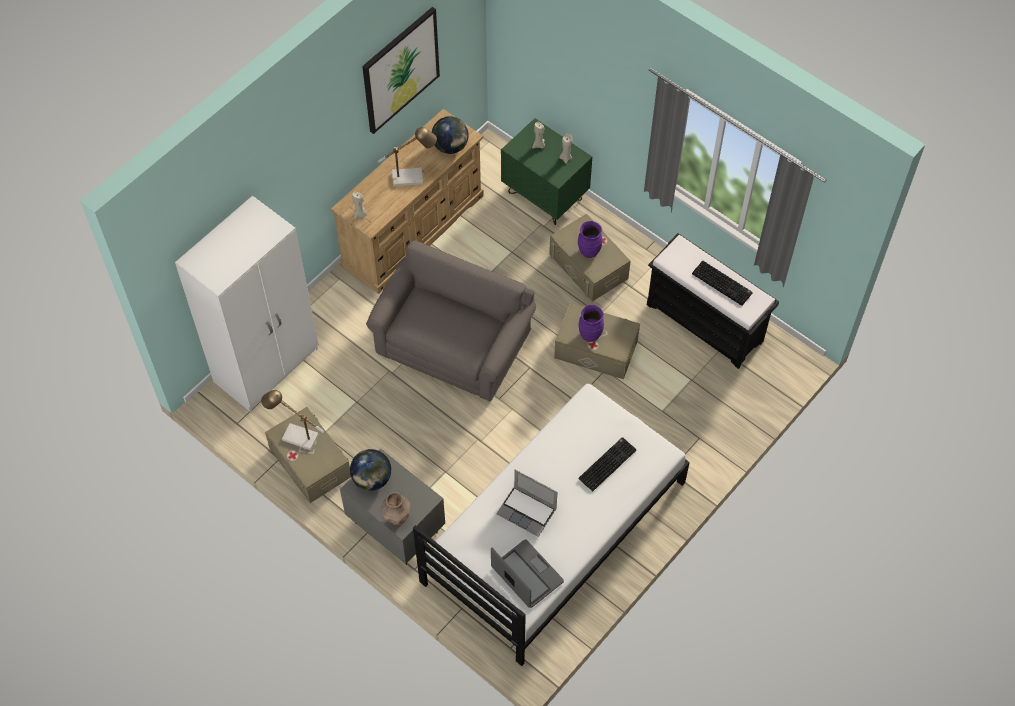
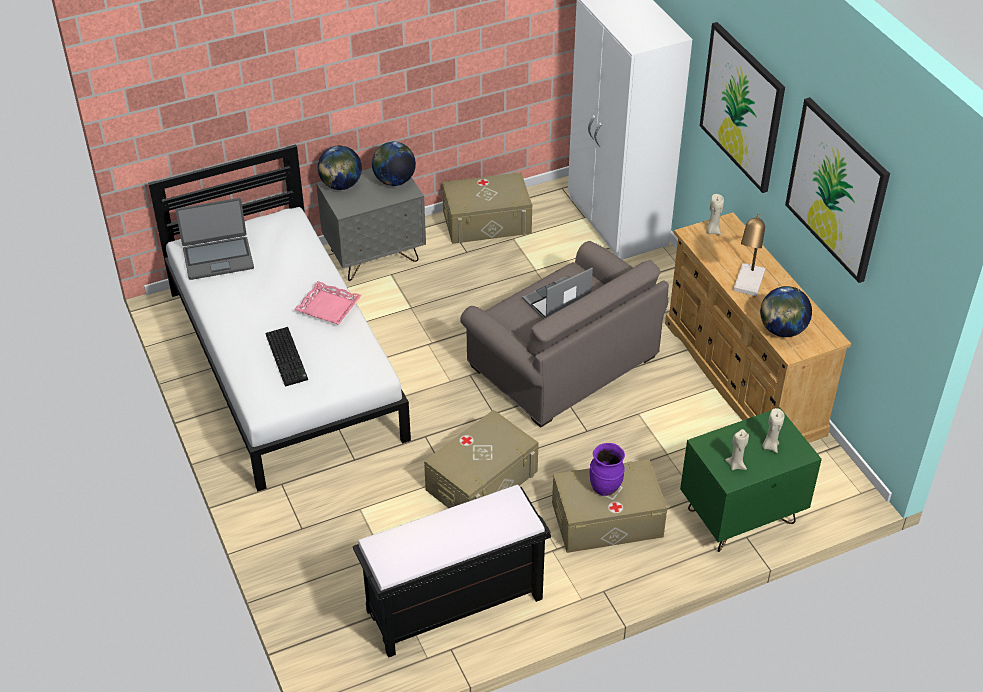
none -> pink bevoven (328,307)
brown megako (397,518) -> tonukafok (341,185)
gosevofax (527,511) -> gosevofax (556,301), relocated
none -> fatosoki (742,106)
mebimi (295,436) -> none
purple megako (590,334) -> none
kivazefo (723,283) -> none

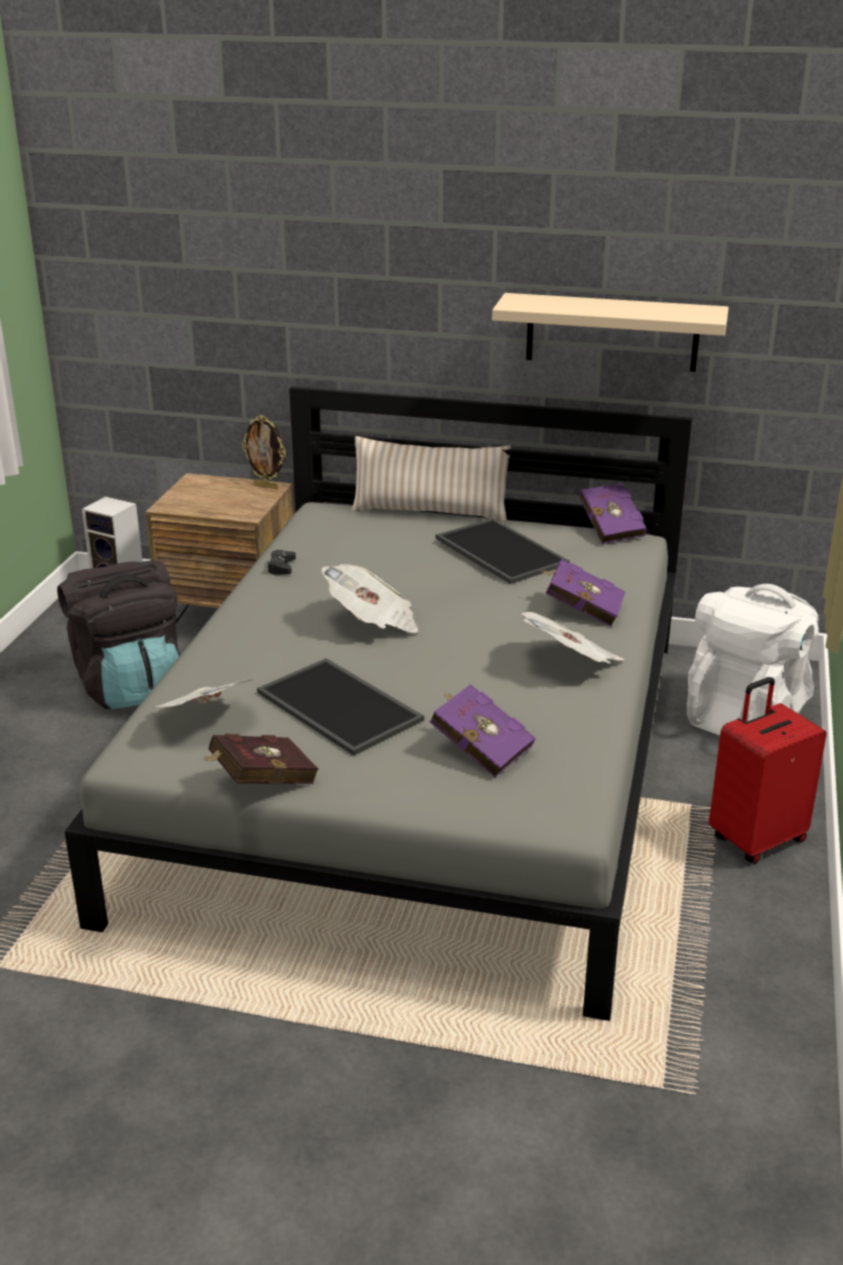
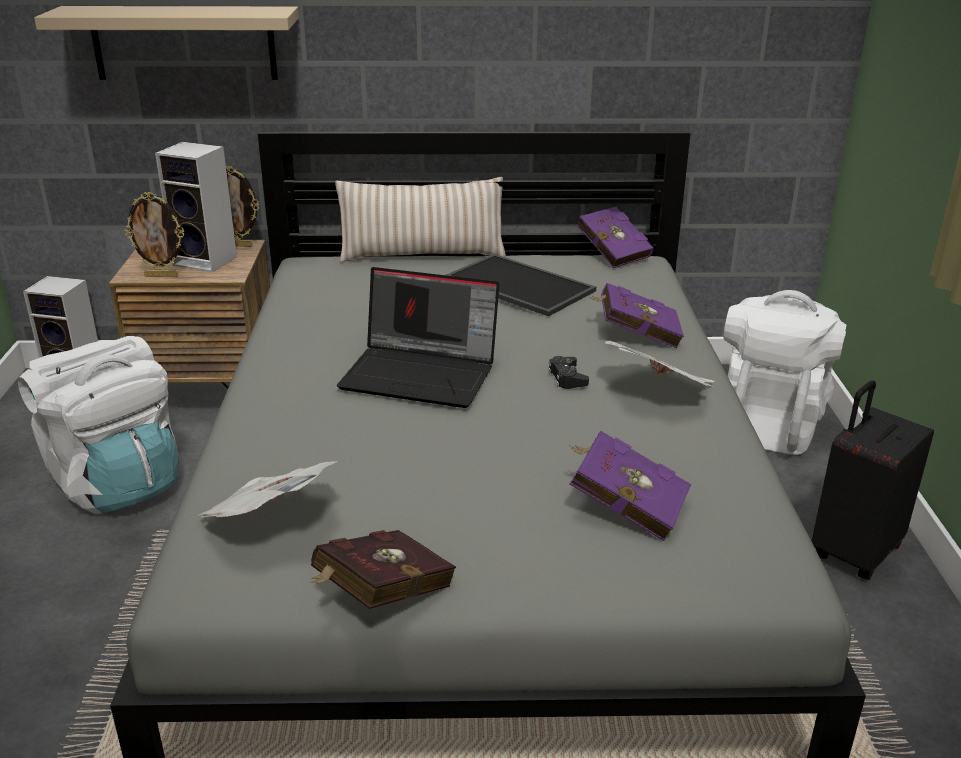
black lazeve (130,686) -> white lazeve (117,483)
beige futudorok (612,332) -> beige futudorok (184,43), relocated
none -> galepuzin (162,276)
none -> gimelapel (208,261)
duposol (373,622) -> gosevofax (422,374)
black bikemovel (281,567) -> black bikemovel (567,378), relocated
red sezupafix (755,838) -> black sezupafix (853,551)
bevoven (342,706) -> none

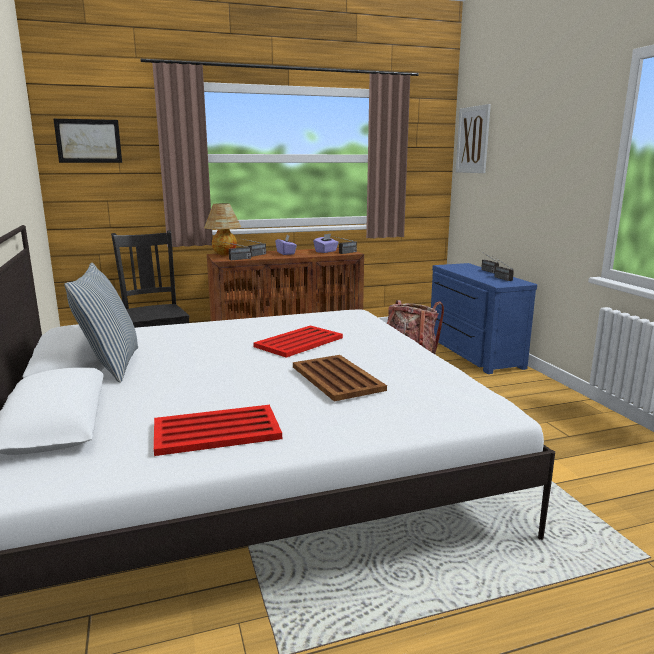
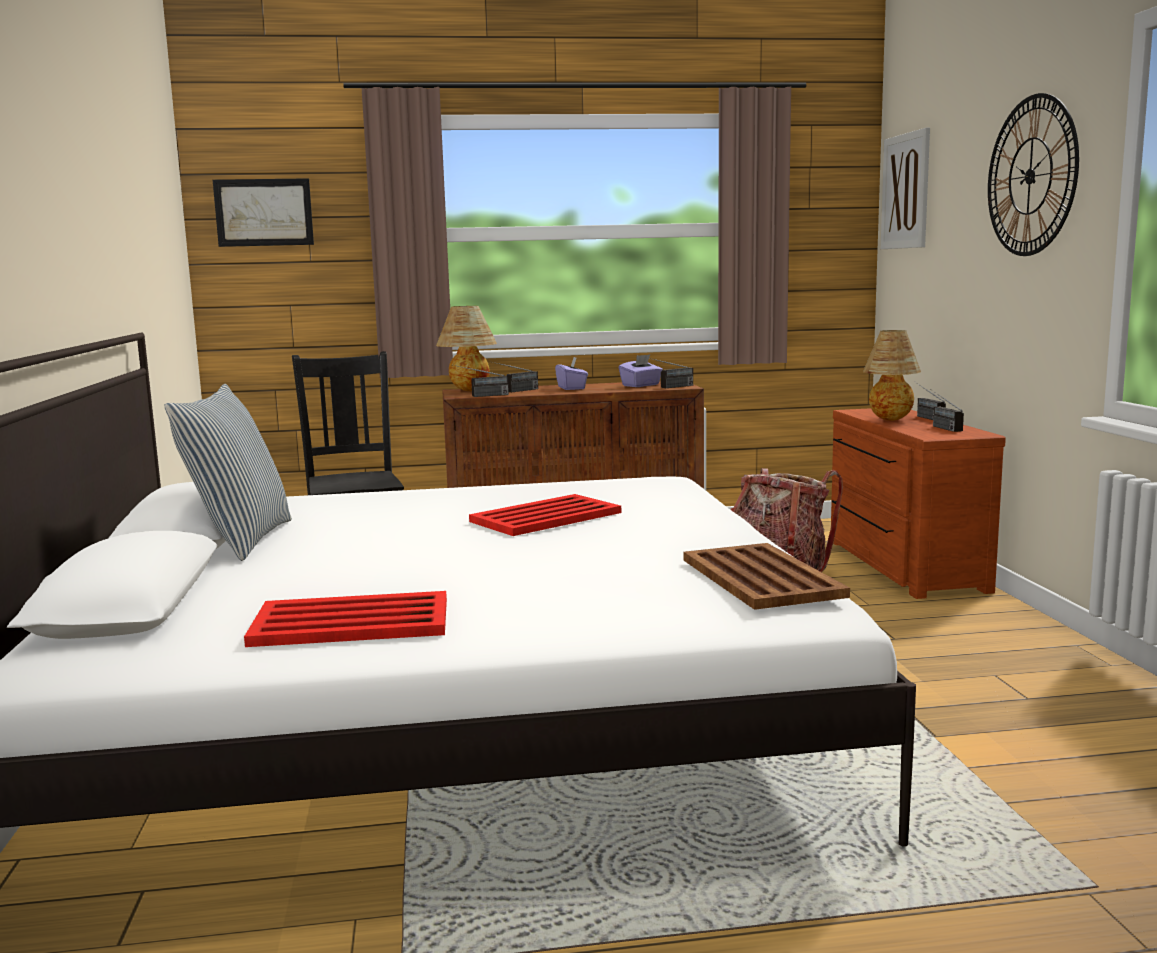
brown bevoven (337,378) -> brown bevoven (760,577), relocated
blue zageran (471,353) -> brown zageran (900,565)
none -> mebimi (890,420)
none -> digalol (1030,176)

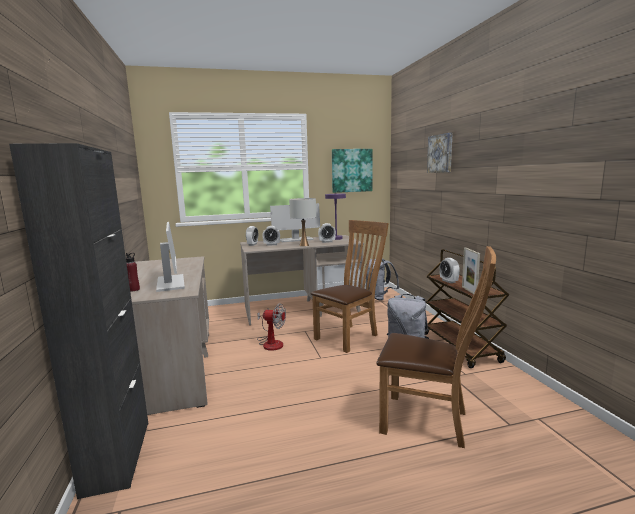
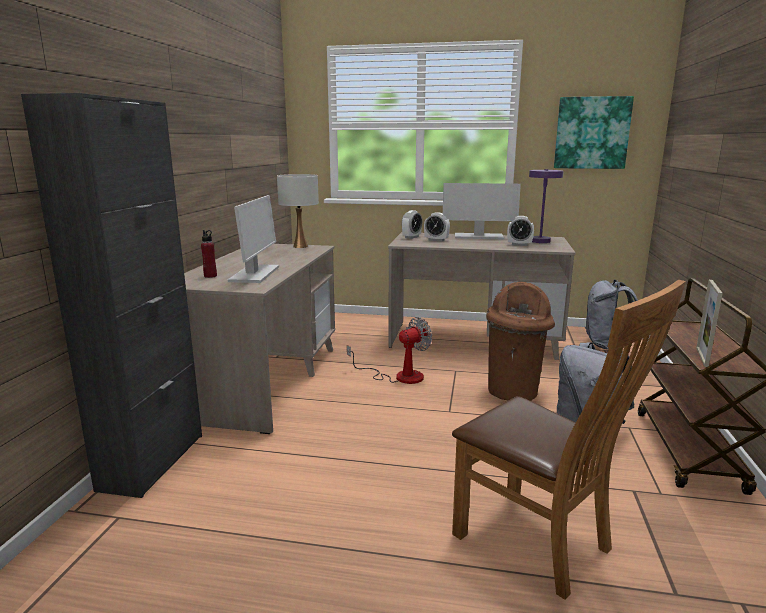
white mebimi (304,245) -> white mebimi (300,246), relocated
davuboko (271,343) -> davuboko (399,376), 75 degrees counterclockwise
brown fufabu (349,336) -> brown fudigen (513,392)
fatosoki (441,153) -> none
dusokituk (448,281) -> none

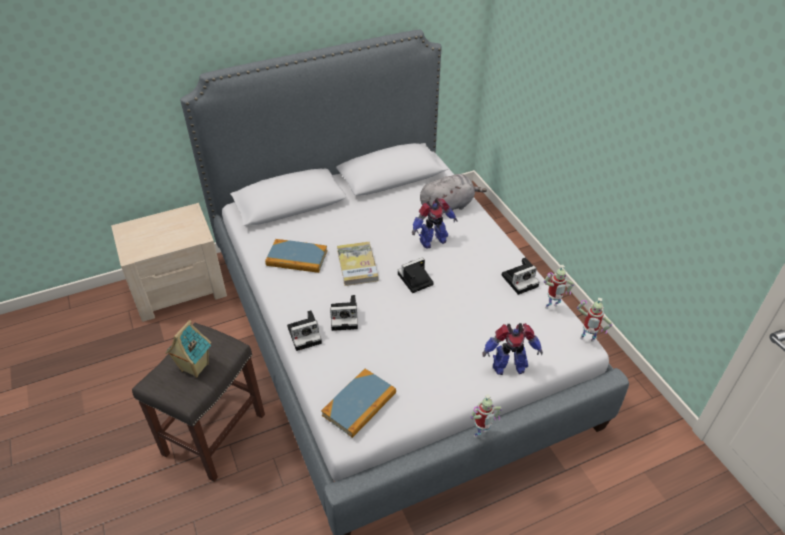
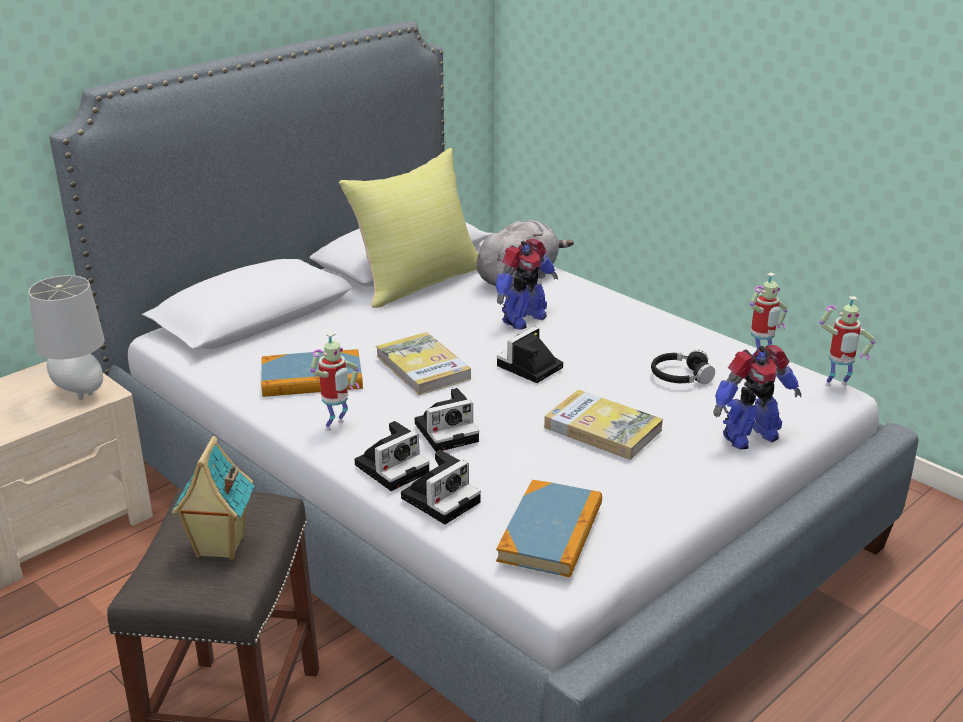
none -> grey mebimi (80,393)
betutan (481,435) -> betutan (336,427), relocated
none -> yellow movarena (418,281)
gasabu (520,280) -> gasabu (442,498), relocated
none -> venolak (602,429)
none -> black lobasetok (680,376)

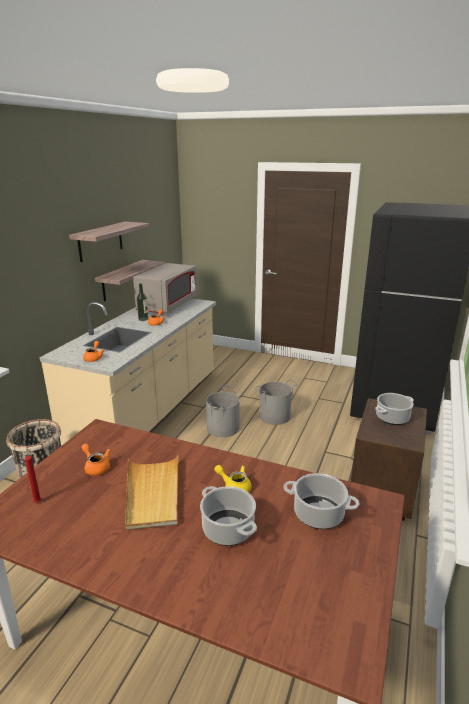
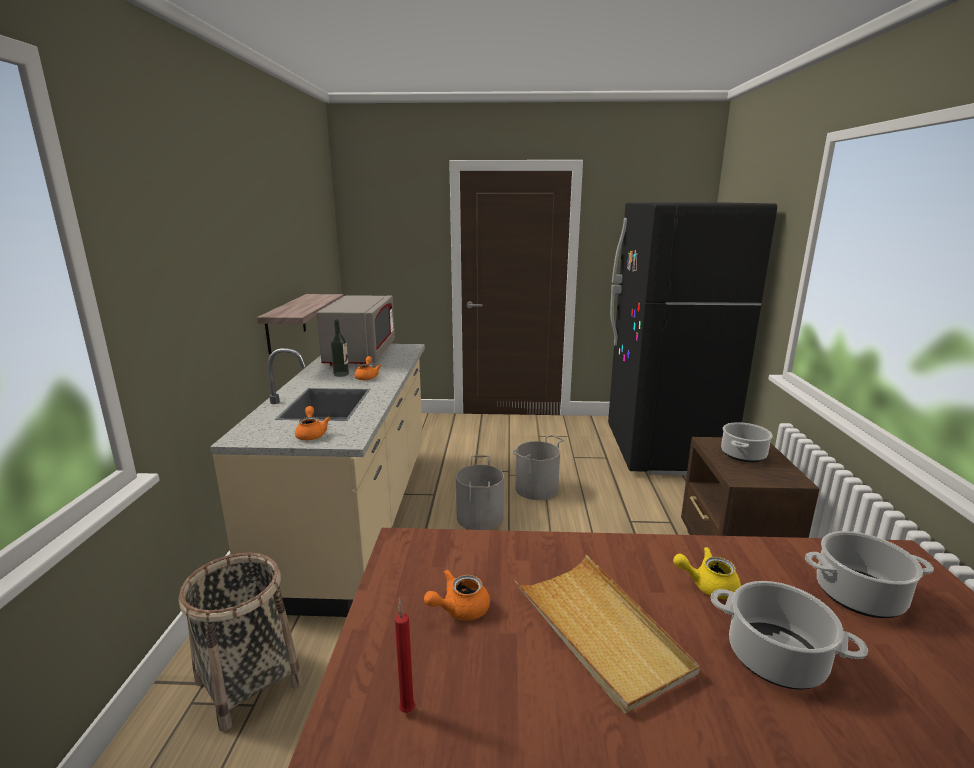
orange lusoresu (96,467) -> orange lusoresu (459,609), 60 degrees counterclockwise
futudorok (100,241) -> none

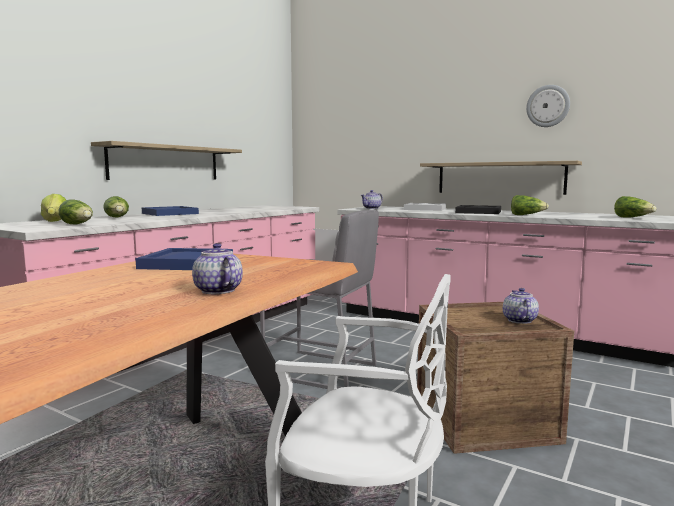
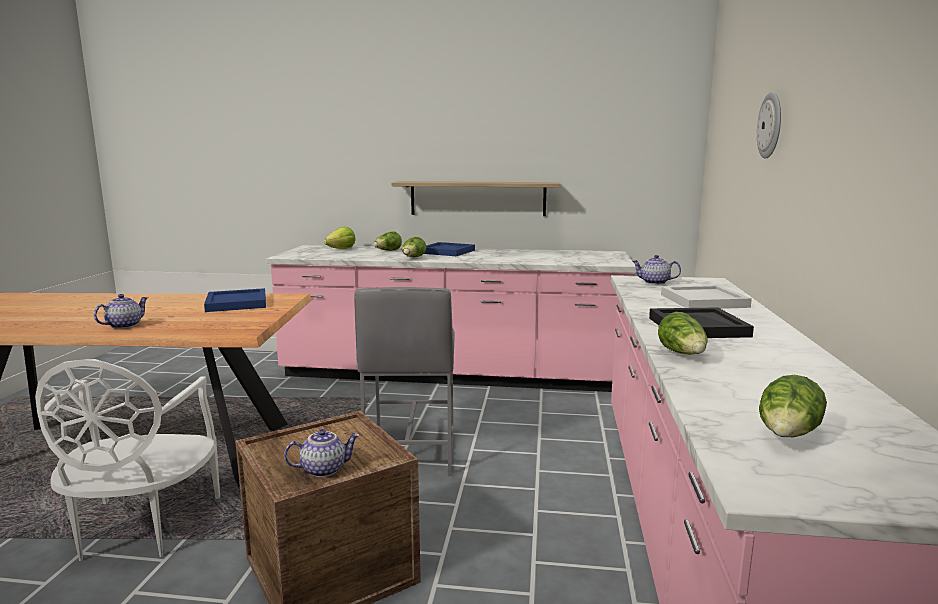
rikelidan (78,224) -> rikelidan (413,258), relocated
digalol (548,106) -> digalol (770,125), relocated
futudorok (499,178) -> none

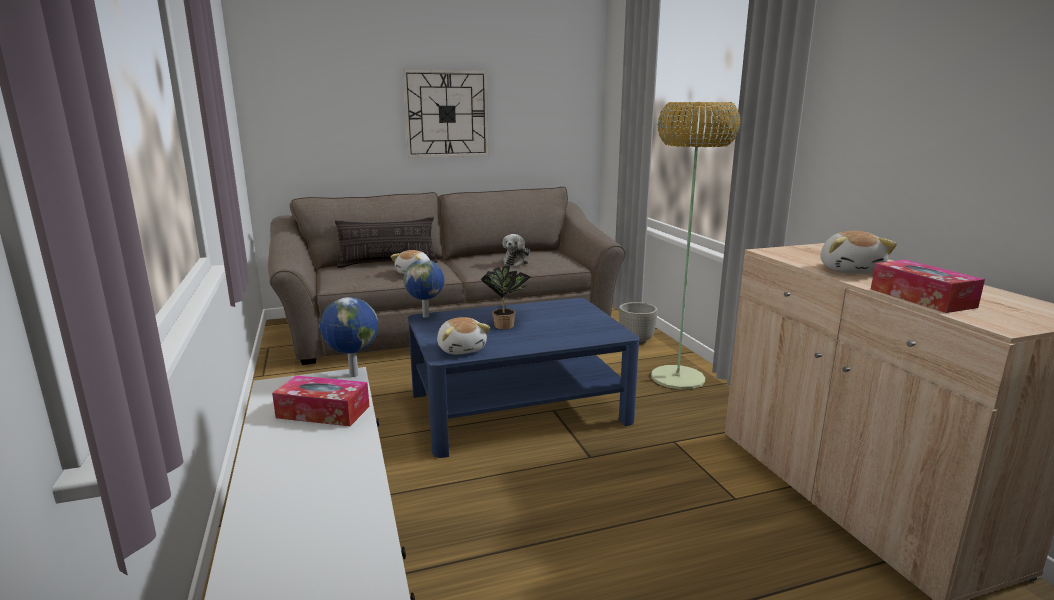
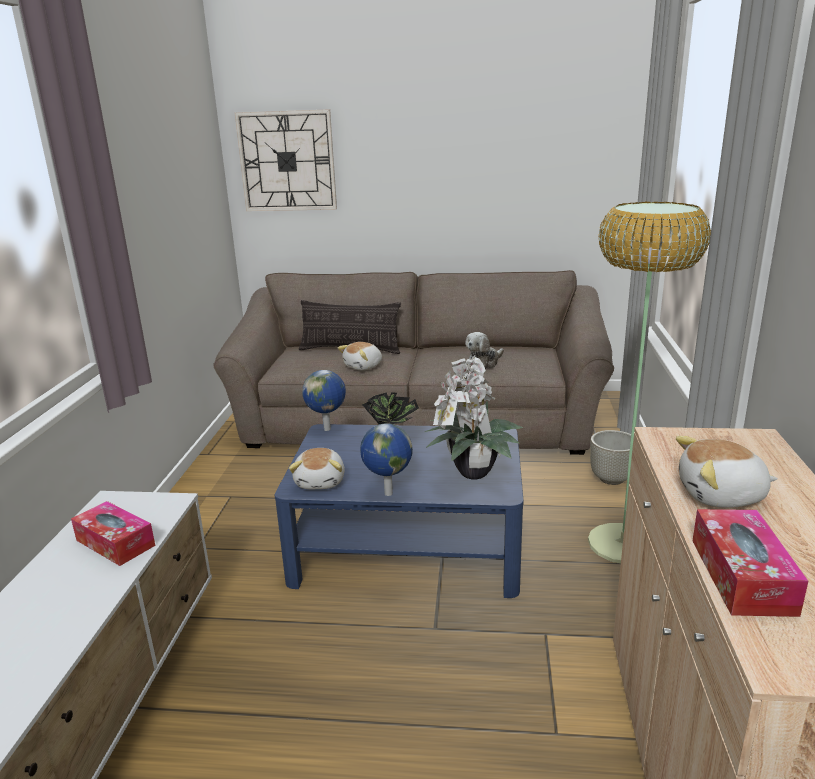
digalol (446,114) -> digalol (287,161), relocated
tonukafok (352,375) -> tonukafok (387,493), relocated
none -> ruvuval (471,474)
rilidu (850,270) -> rilidu (721,495), 60 degrees clockwise

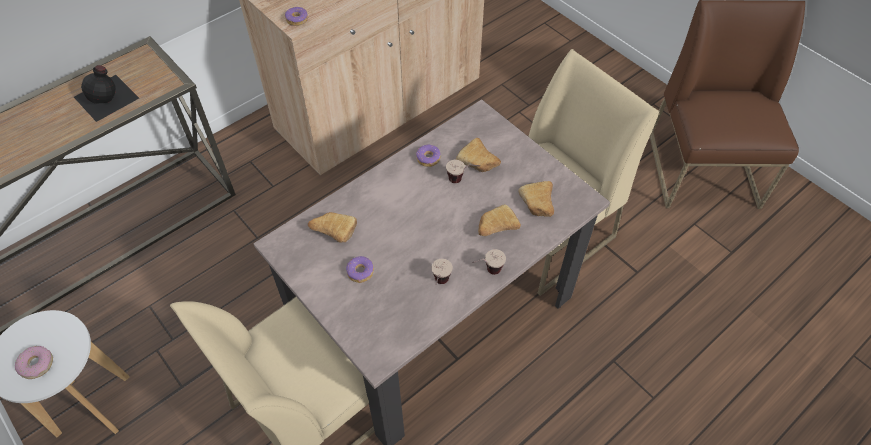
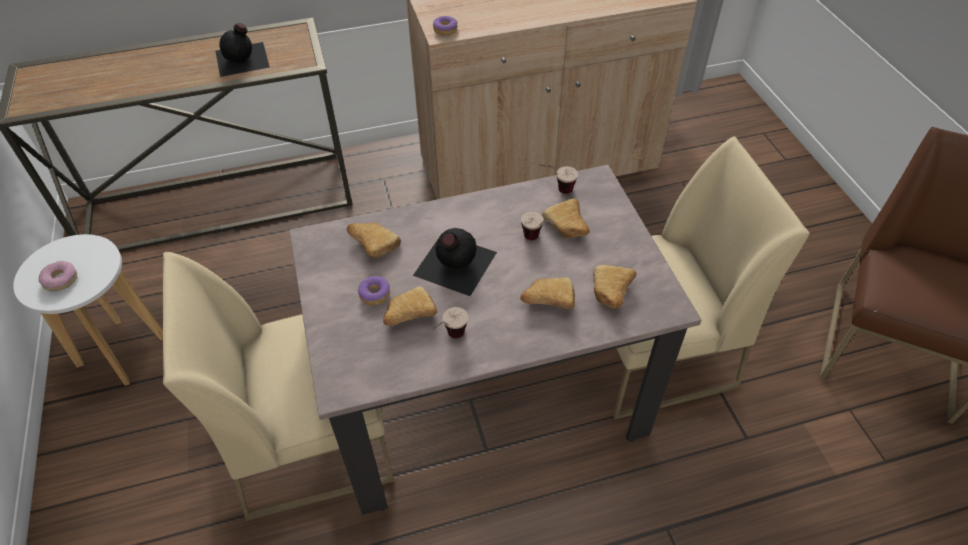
none -> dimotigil (408,316)
none -> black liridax (453,264)
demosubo (486,272) -> demosubo (556,190), relocated
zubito (428,159) -> none

